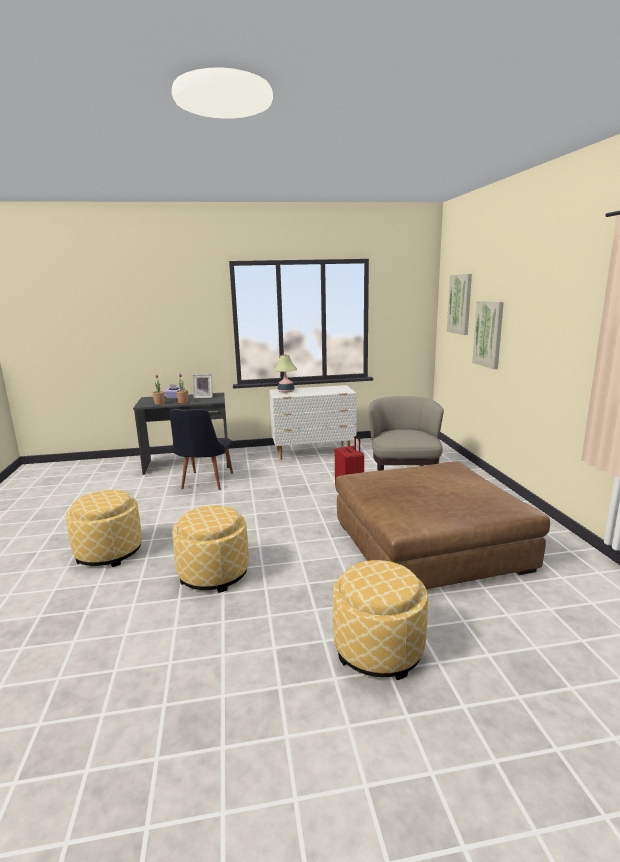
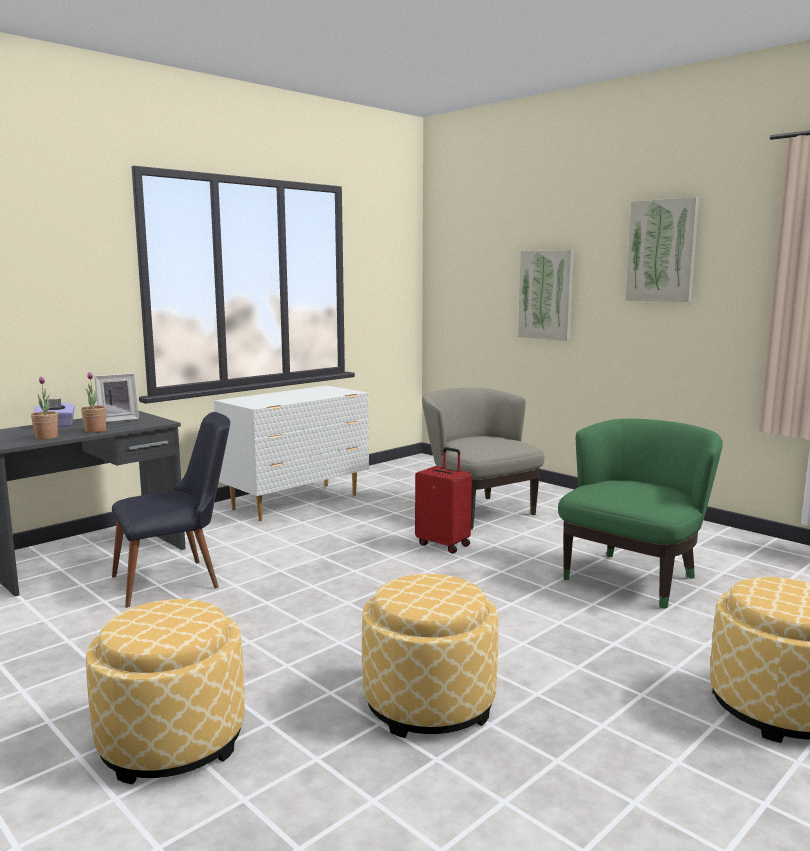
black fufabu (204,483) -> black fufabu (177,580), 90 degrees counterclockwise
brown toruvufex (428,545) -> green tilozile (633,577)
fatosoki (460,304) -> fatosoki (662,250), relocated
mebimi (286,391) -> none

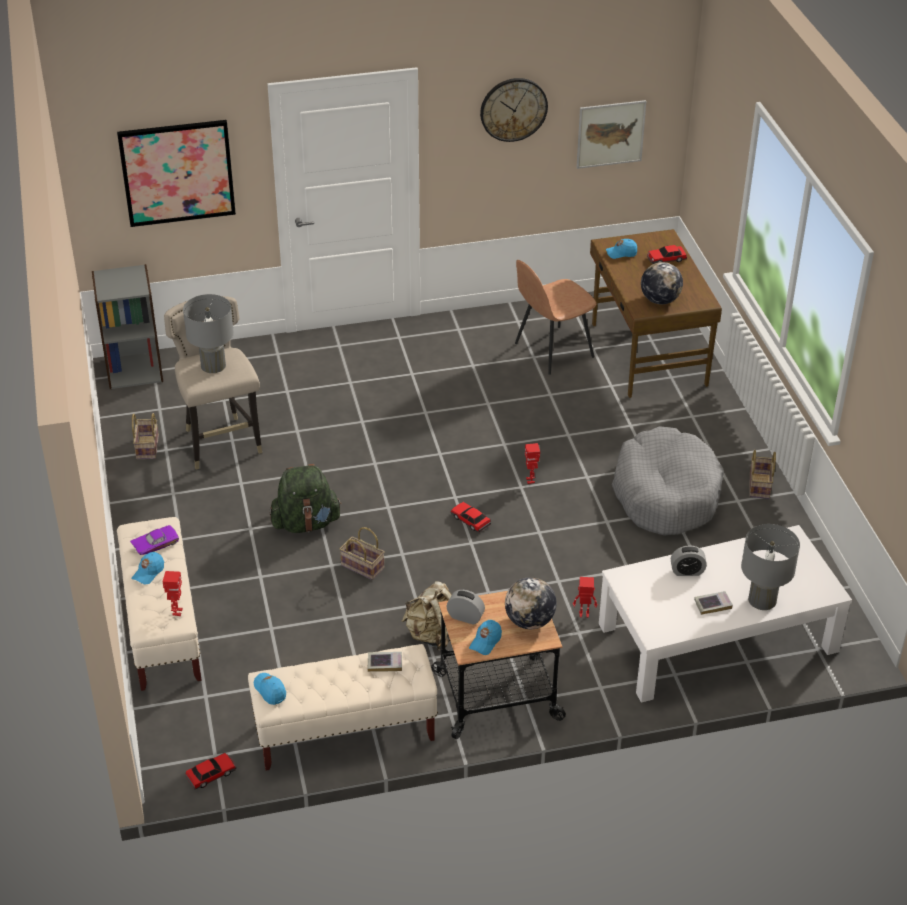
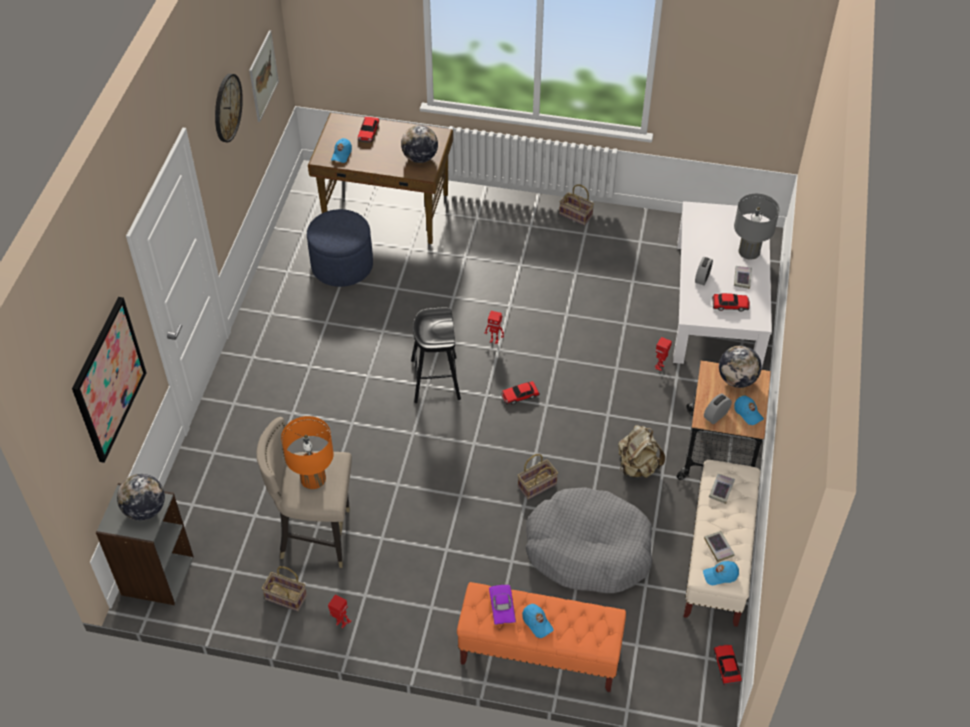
none -> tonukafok (145,510)
grey mebimi (213,365) -> orange mebimi (313,478)
brown fufabu (552,351) -> blue toruvufex (342,265)
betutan (176,612) -> betutan (341,624), relocated
none -> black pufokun (435,379)
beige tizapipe (163,627) -> orange tizapipe (539,653)
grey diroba (665,494) -> grey diroba (588,549), relocated
none -> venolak (718,547)
none -> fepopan (730,305)
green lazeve (306,523) -> none

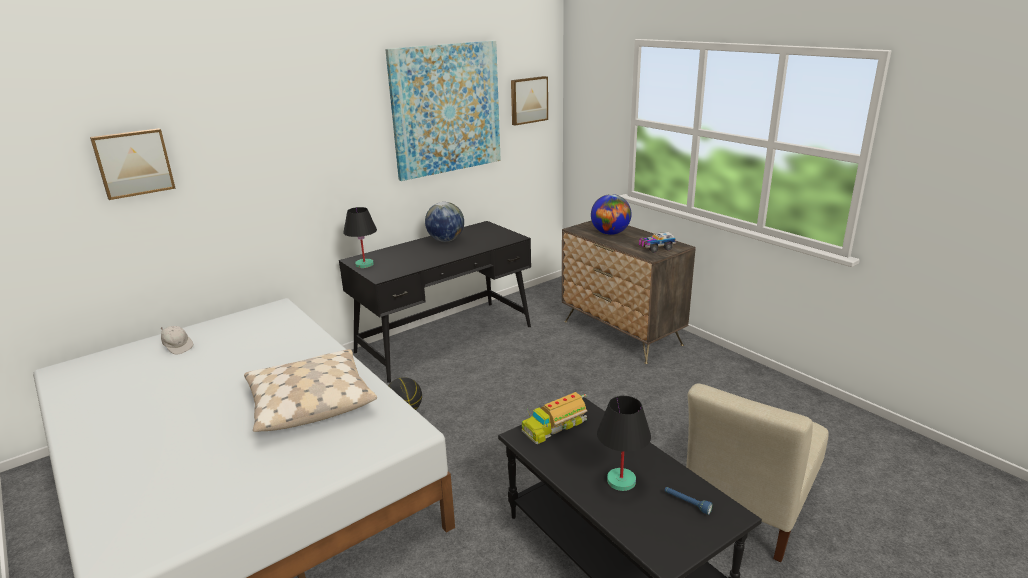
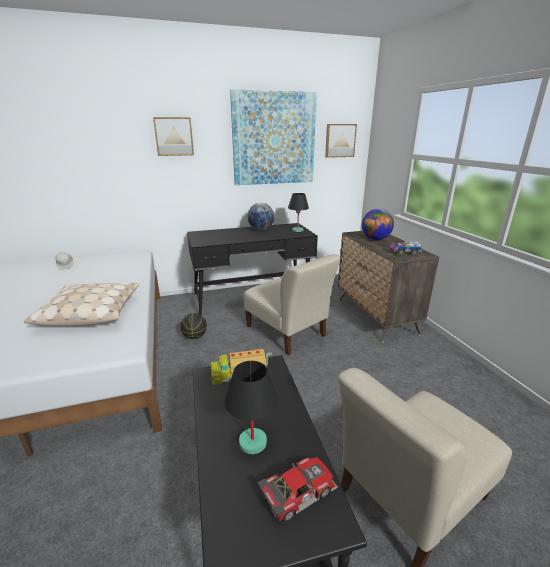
fatosoki (133,163) -> fatosoki (174,136), relocated
none -> beige fufabu (287,333)
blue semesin (687,503) -> fepopan (296,490)
black mebimi (364,264) -> black mebimi (297,230), relocated

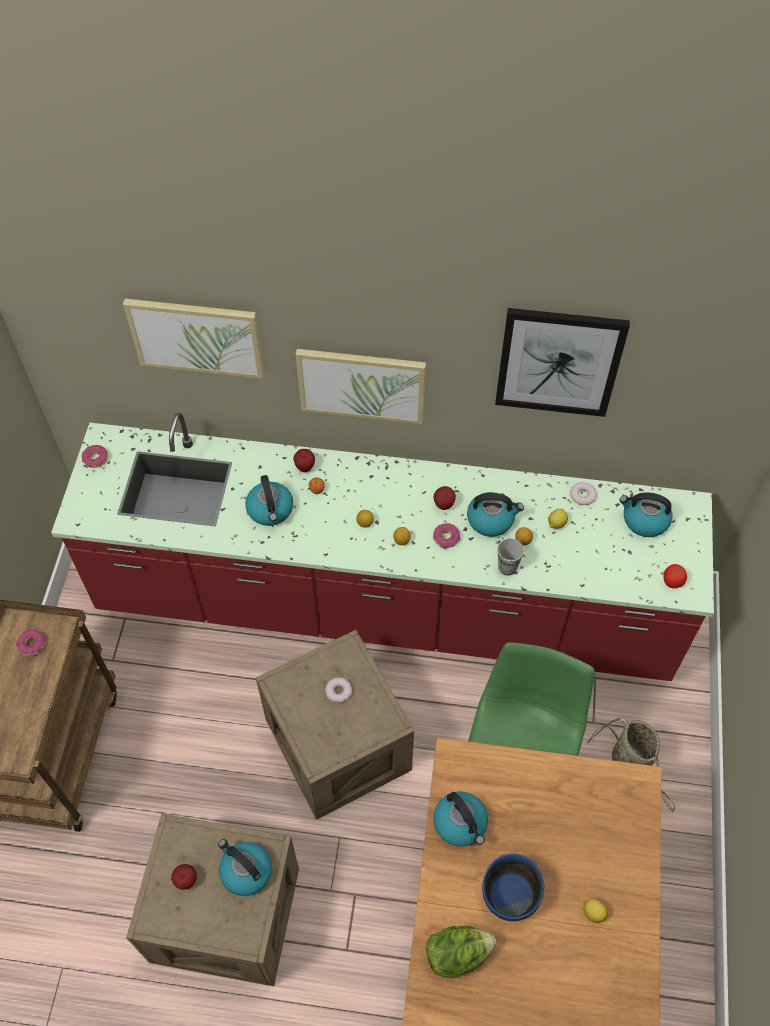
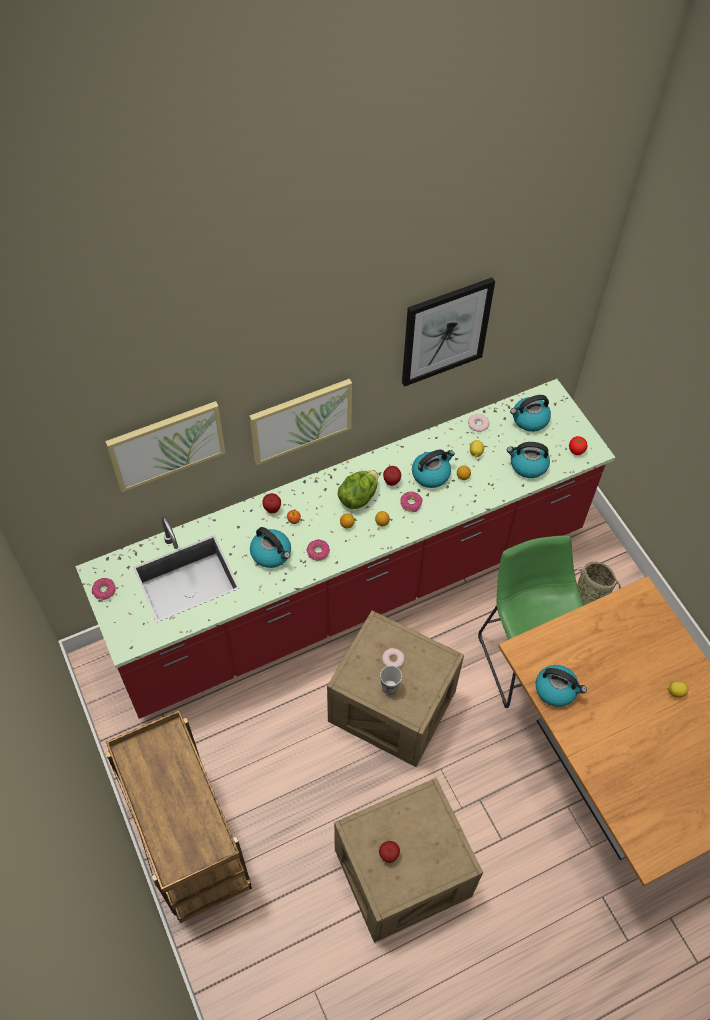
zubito (32,644) -> zubito (318,552), relocated
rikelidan (457,954) -> rikelidan (358,497), relocated
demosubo (507,567) -> demosubo (389,687), relocated
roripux (245,871) -> roripux (527,465), relocated
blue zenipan (509,895) -> none

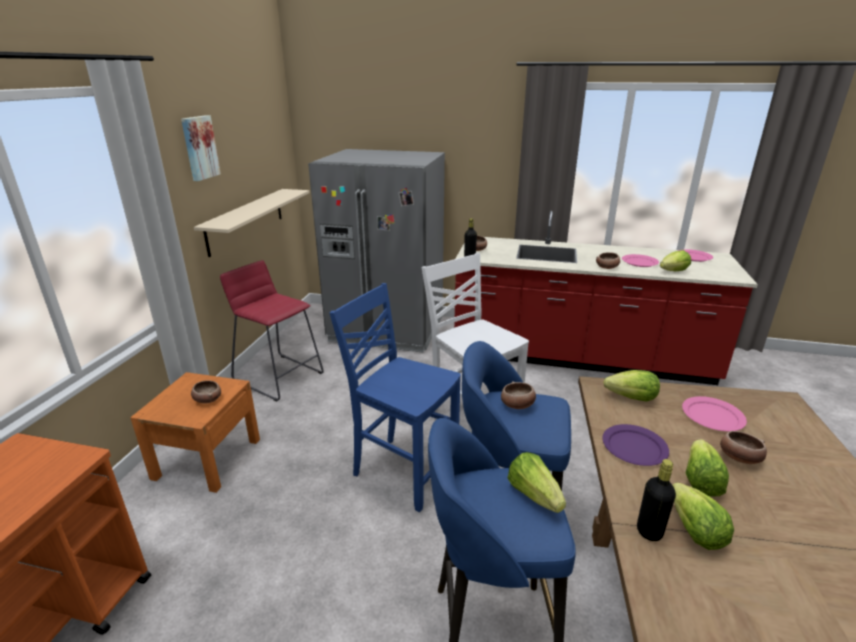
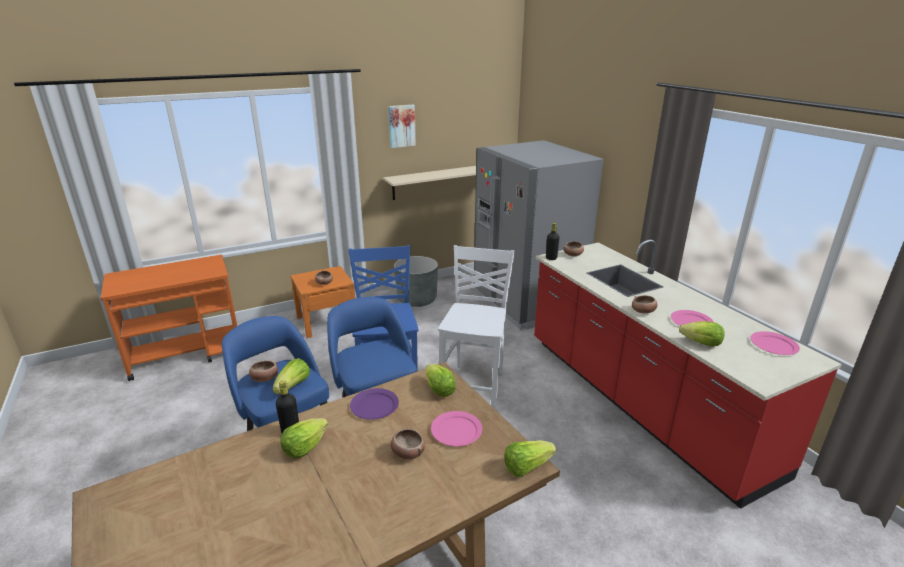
zenipan (517,405) -> zenipan (264,379), relocated
red pufokun (279,377) -> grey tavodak (417,299)
rikelidan (700,480) -> rikelidan (526,467), relocated

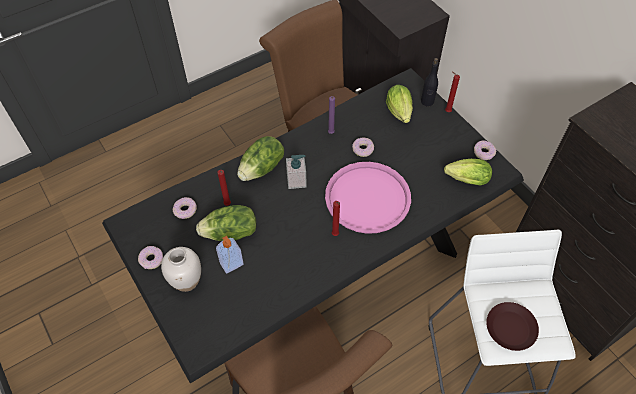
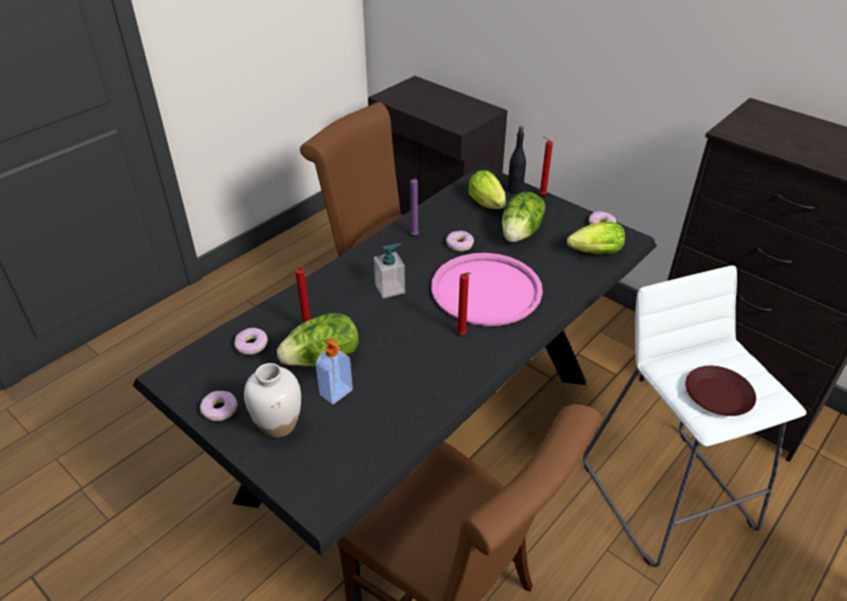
rikelidan (262,168) -> rikelidan (521,233), relocated

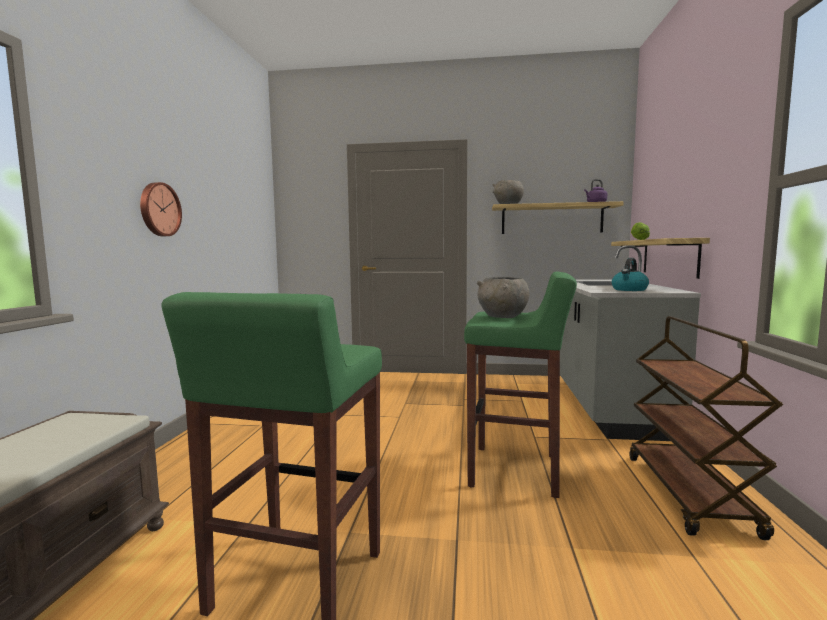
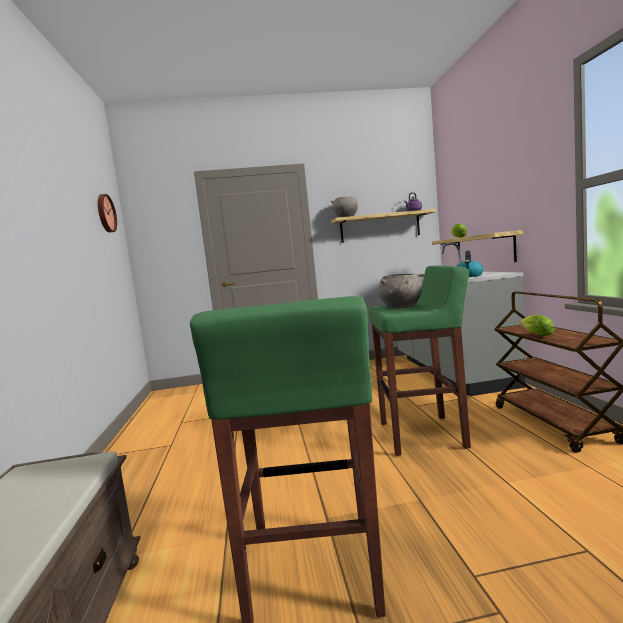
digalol (159,209) -> digalol (105,213), relocated
none -> rikelidan (535,334)

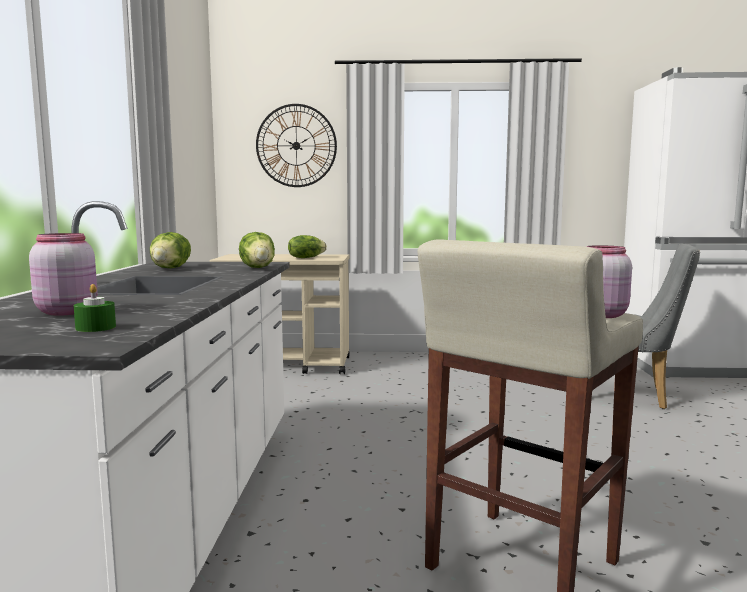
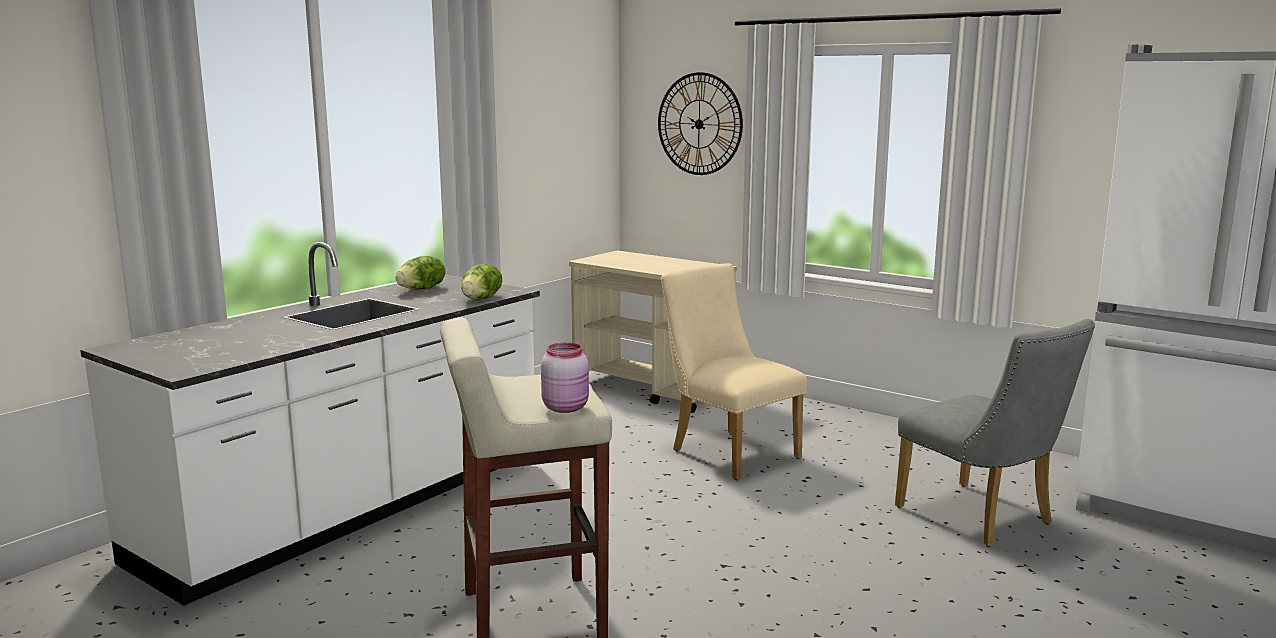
none -> beige fufabu (728,452)
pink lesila (67,311) -> none
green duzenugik (95,328) -> none
rikelidan (306,258) -> none

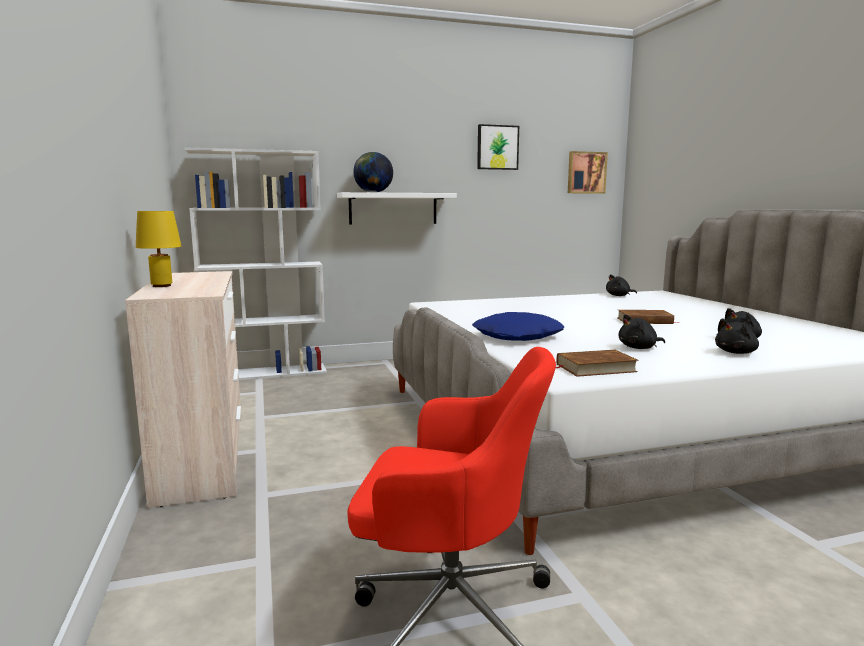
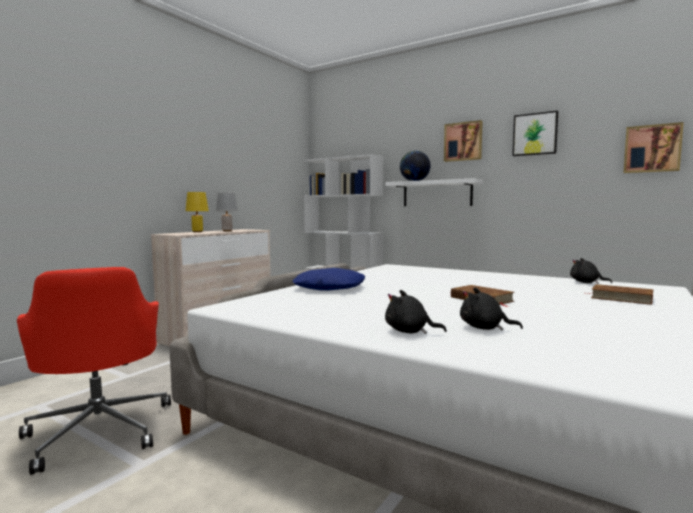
none -> grey mebimi (227,231)
none -> fatosoki (463,141)
brown venolak (595,368) -> brown venolak (621,298), relocated
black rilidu (639,348) -> none

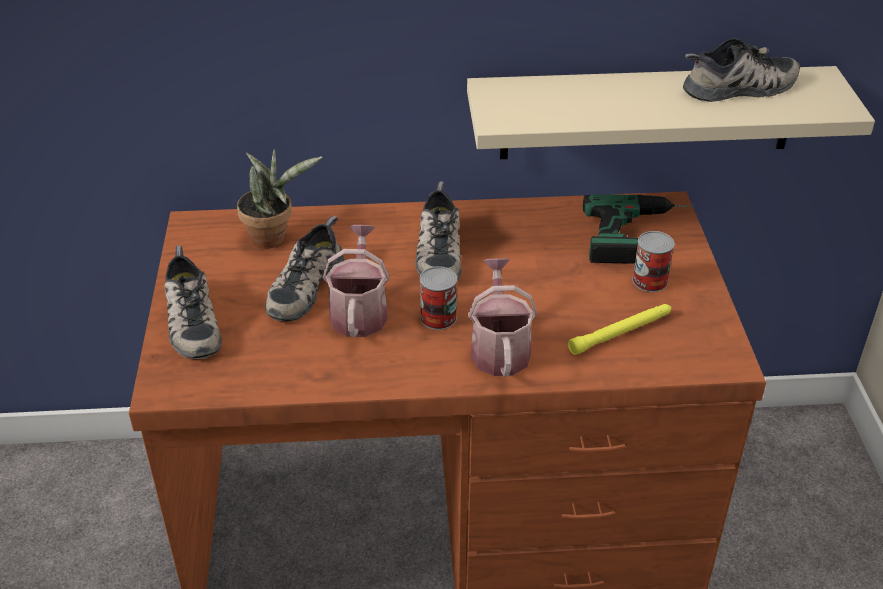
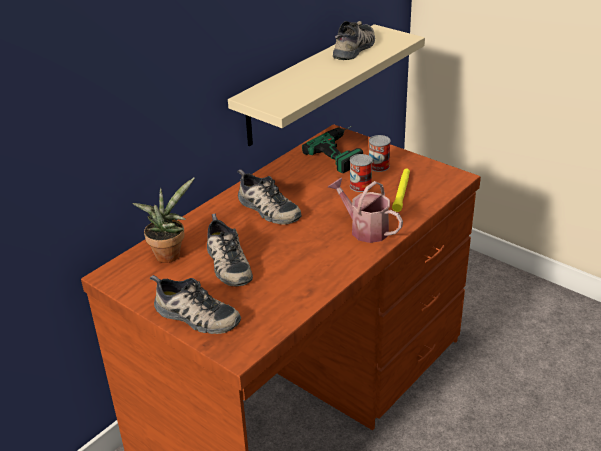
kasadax (438,317) -> kasadax (360,186), relocated
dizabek (359,311) -> none

